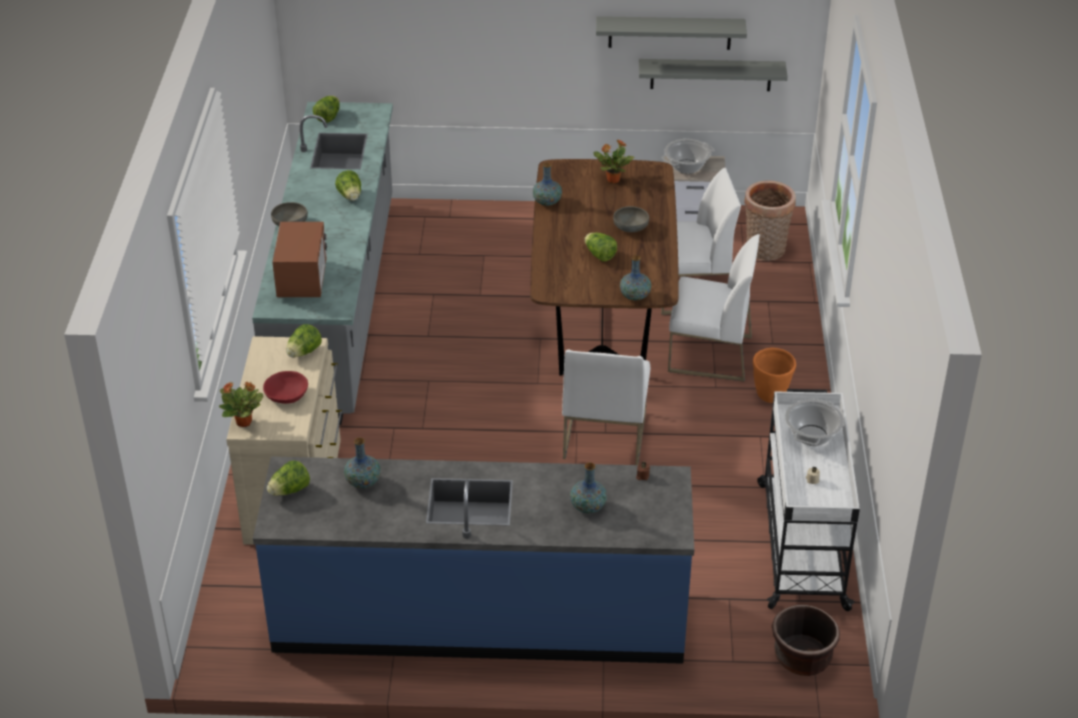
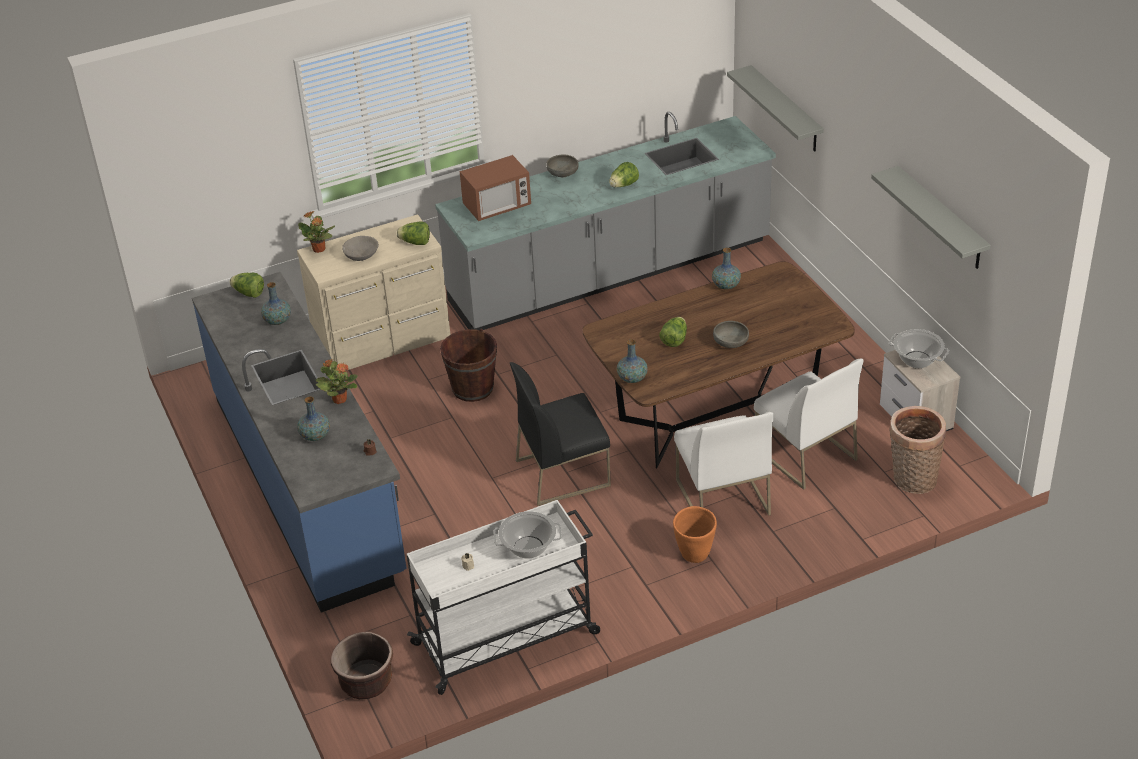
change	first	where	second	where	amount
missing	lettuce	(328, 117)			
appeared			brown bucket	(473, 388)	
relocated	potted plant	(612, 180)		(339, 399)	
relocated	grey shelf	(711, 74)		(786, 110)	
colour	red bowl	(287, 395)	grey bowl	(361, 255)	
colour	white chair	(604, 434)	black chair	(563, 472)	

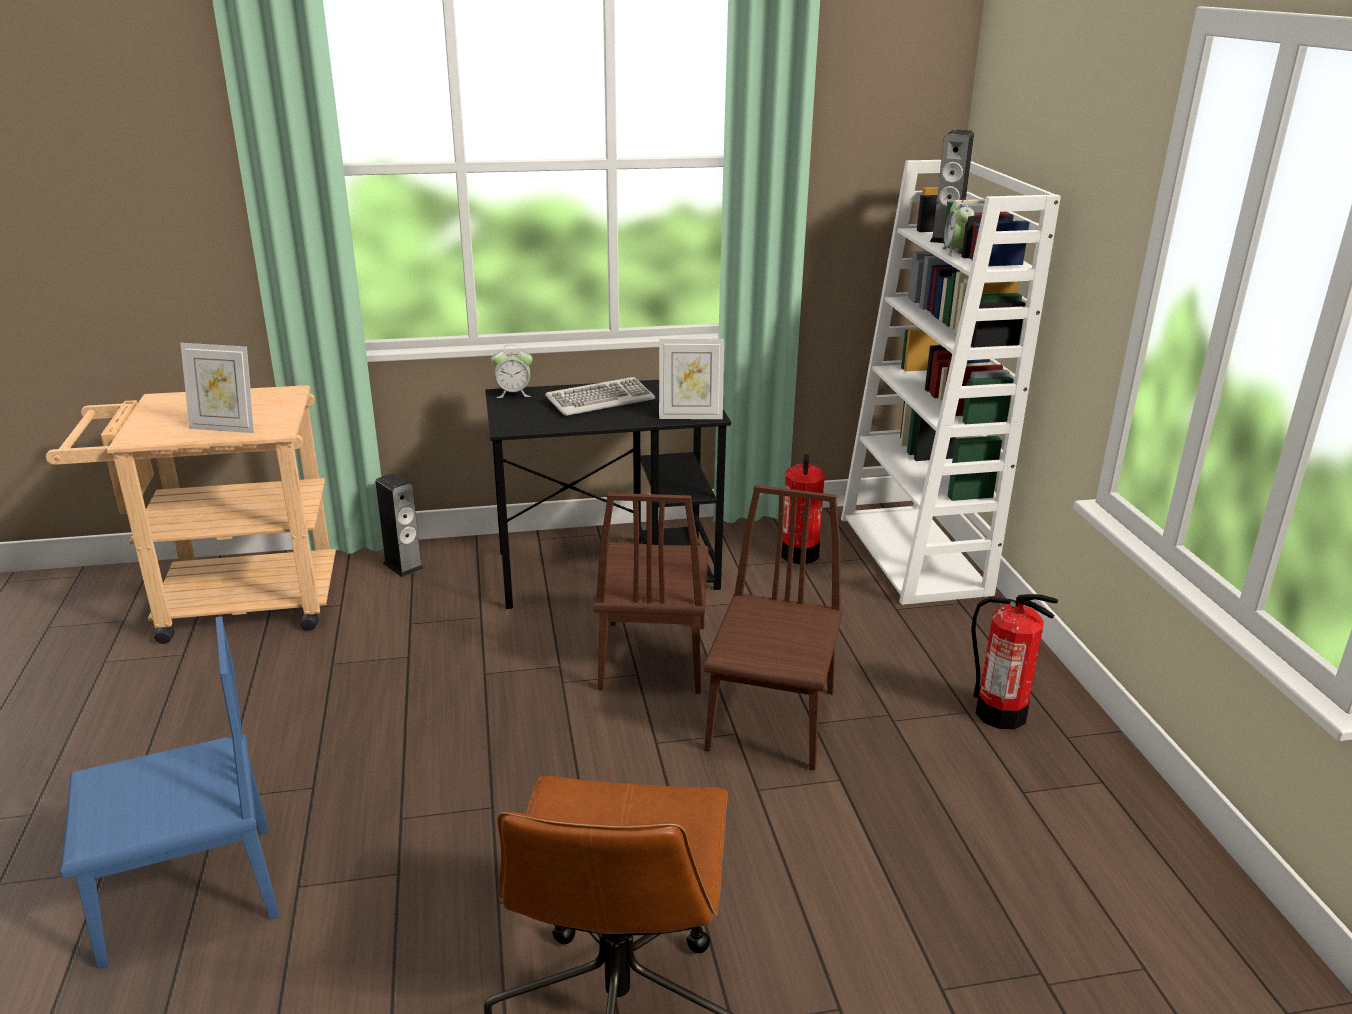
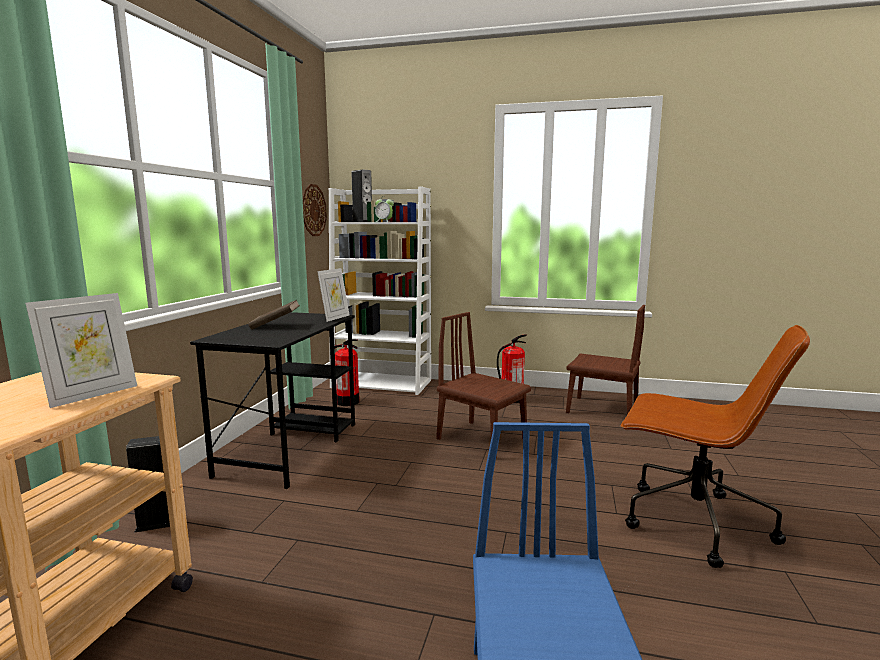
change	first	where	second	where	amount
missing	alarm clock	(513, 393)			
appeared			wall clock	(313, 210)	
relocated	brown chair	(653, 656)		(602, 409)	
exchanged	keyboard	(600, 400)	brown book	(275, 326)	

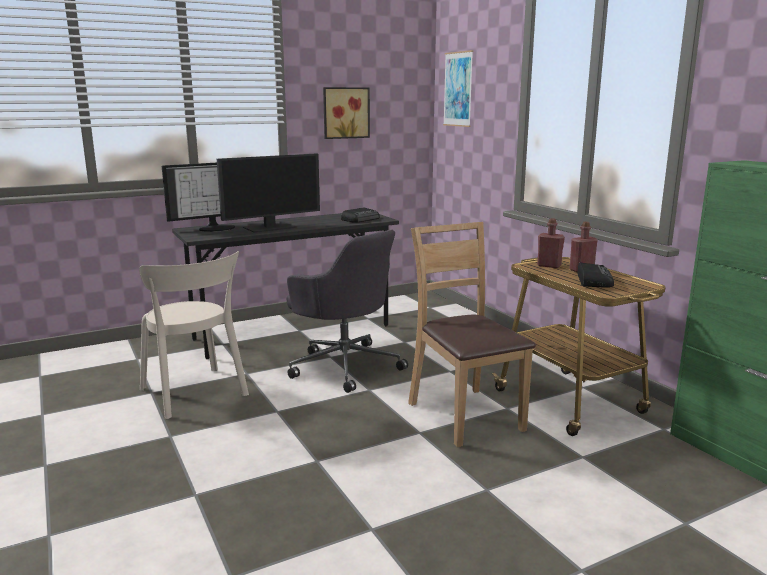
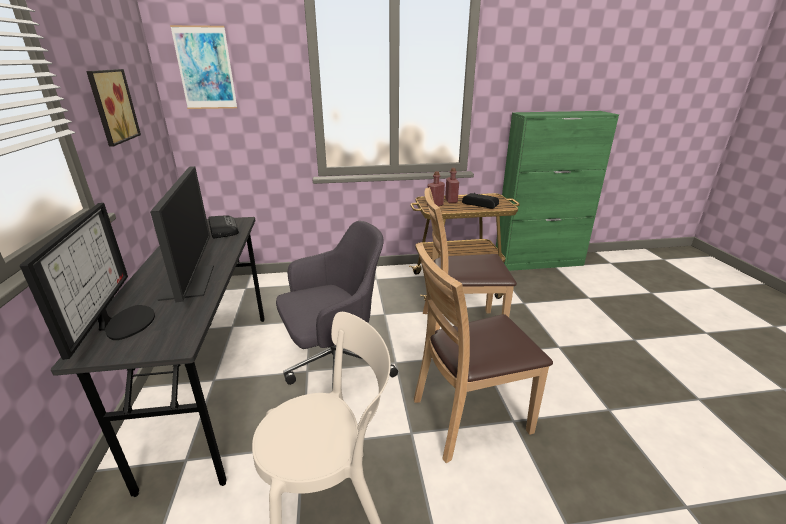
change	first	where	second	where	amount
appeared			brown chair	(469, 417)	

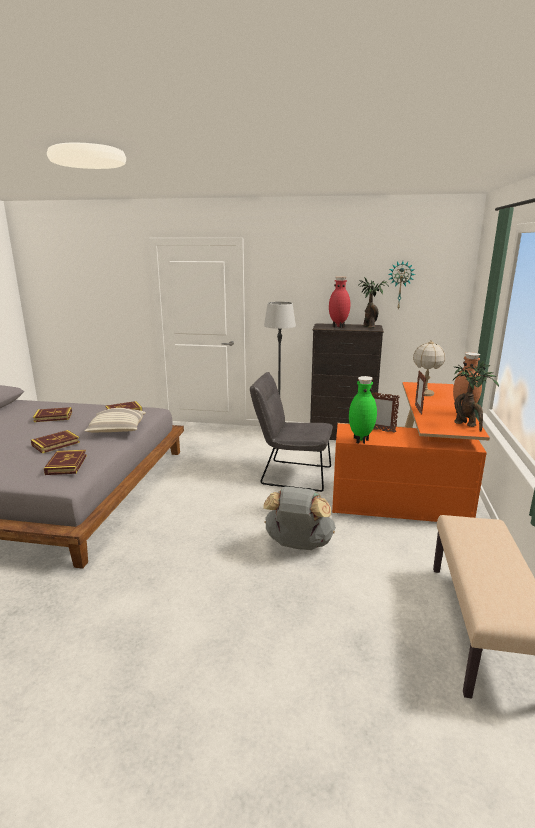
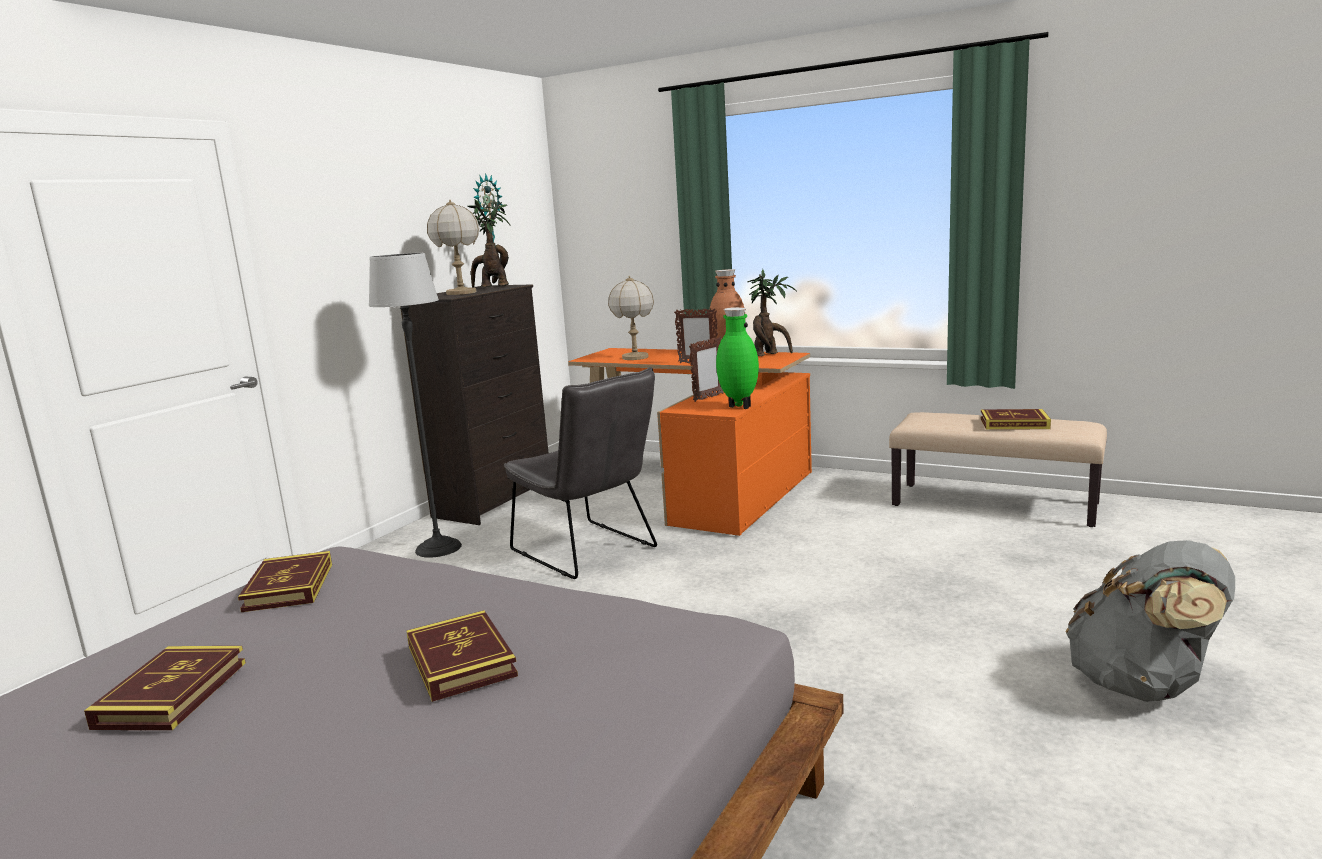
change	first	where	second	where	amount
missing	pillow	(117, 430)			
relocated	book	(66, 465)		(1014, 424)	
relocated	grey backpack	(298, 545)		(1144, 685)	
exchanged	red vase	(338, 327)	table lamp	(461, 293)	
spun	grey chair	(291, 475)		(589, 552)	75 degrees counterclockwise

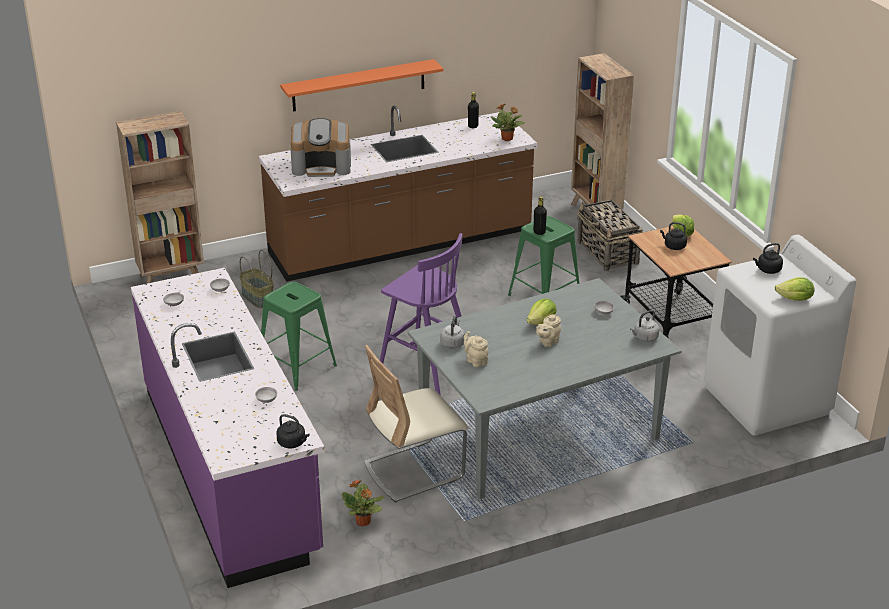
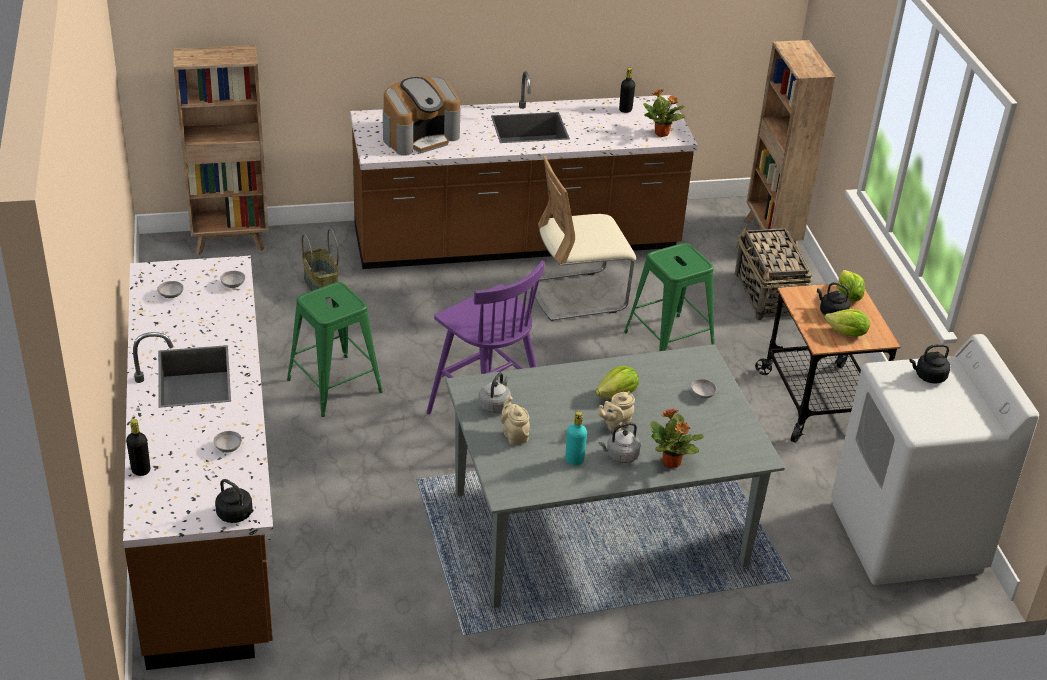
change	first	where	second	where	amount
missing	orange shelf	(359, 85)			
appeared			turquoise bottle	(574, 460)	
relocated	potted plant	(363, 522)		(671, 463)	
relocated	beige chair	(414, 470)		(578, 295)	
relocated	black bottle	(539, 232)		(141, 470)	
relocated	grey kettle	(644, 338)		(620, 456)	
relocated	lettuce	(795, 299)		(847, 333)	
colour	purple counter	(231, 469)	brown counter	(208, 508)	
spun	coffee machine	(322, 166)		(420, 137)	45 degrees counterclockwise

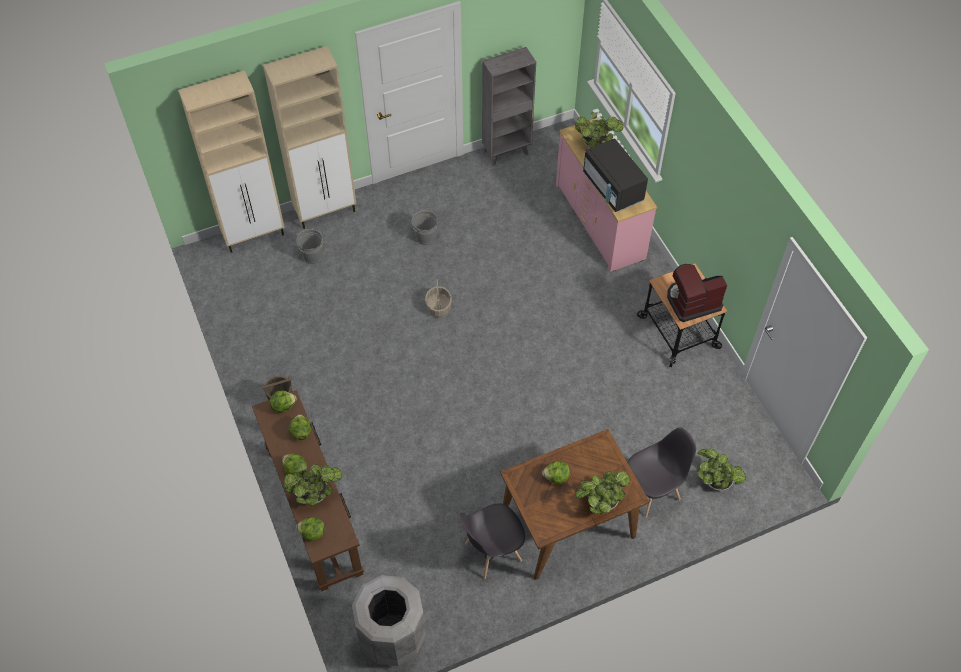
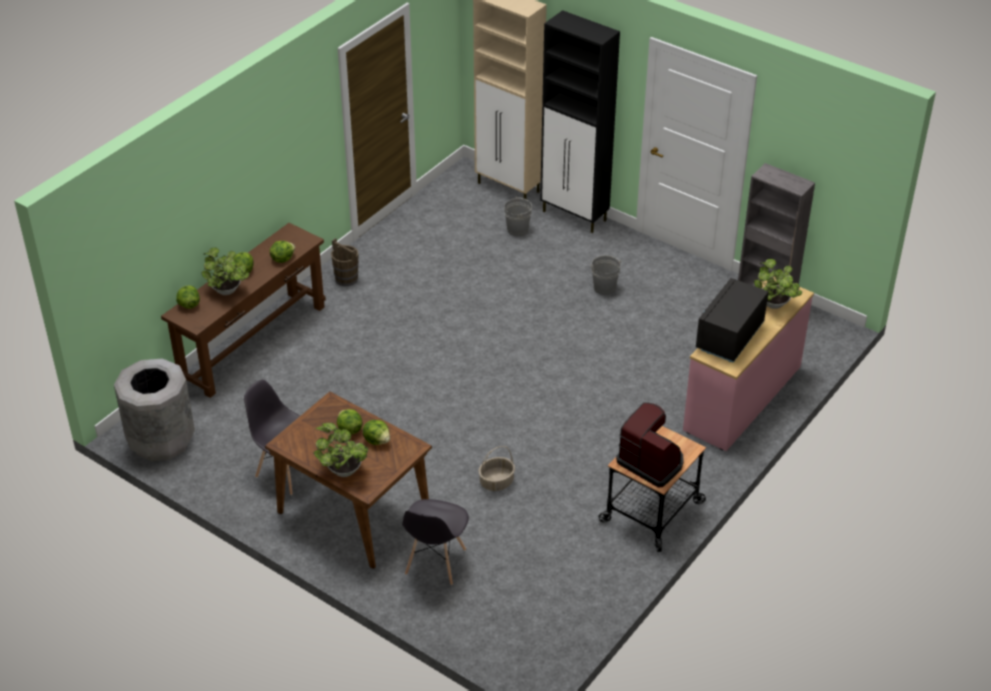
change	first	where	second	where	amount
missing	potted plant	(715, 481)			
relocated	lettuce	(283, 406)		(377, 440)	
relocated	basket	(439, 307)		(496, 482)	
colour	beige cabinet	(326, 211)	black cabinet	(575, 216)	
spun	grey chair	(652, 492)		(435, 562)	75 degrees clockwise

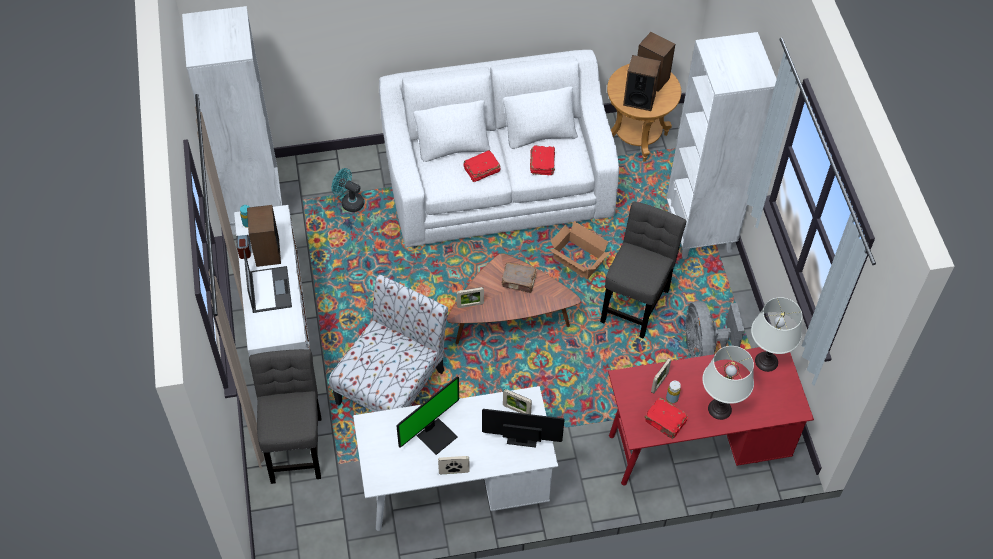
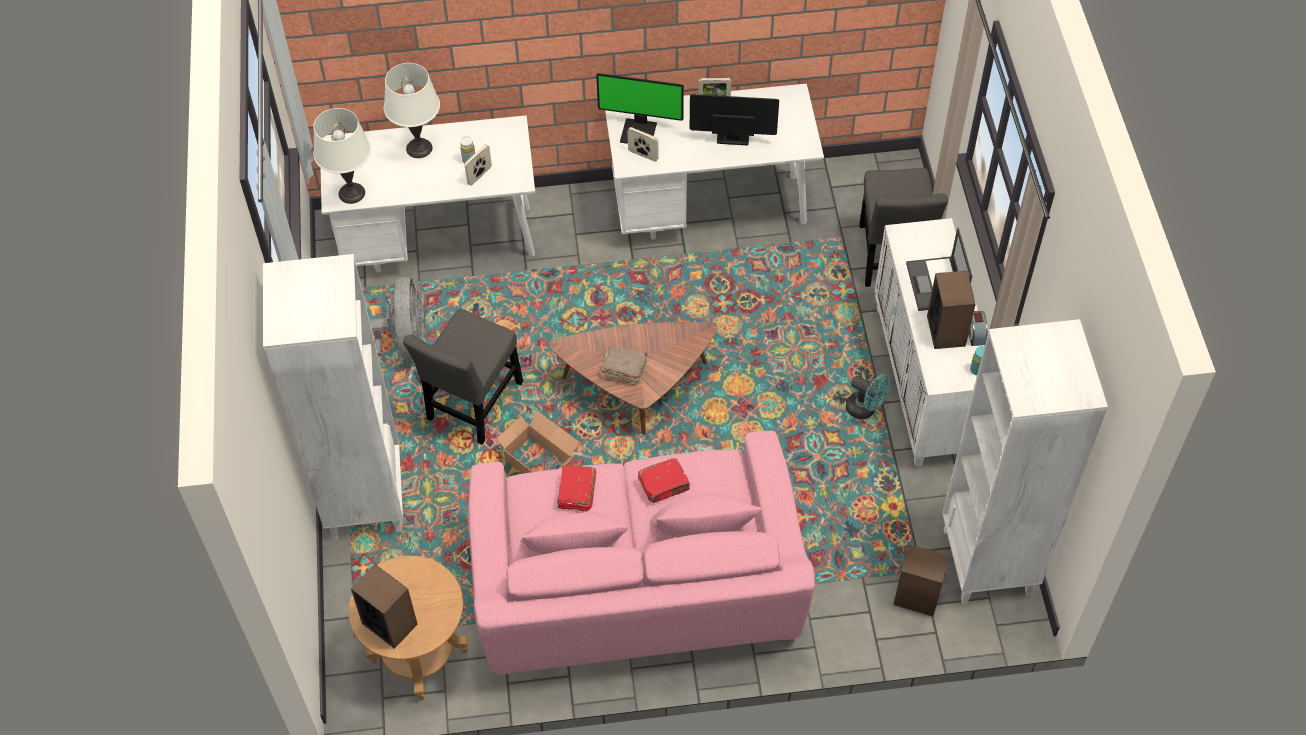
change	first	where	second	where	amount
missing	chair	(392, 384)			
missing	picture frame	(470, 305)			
missing	red book	(665, 422)			
relocated	turquoise fan	(349, 202)		(865, 409)	
relocated	speaker	(639, 100)		(917, 597)	
colour	white sofa	(498, 182)	pink sofa	(637, 588)	
colour	red desk	(695, 447)	white desk	(439, 240)	
spun	monitor	(436, 435)		(732, 134)	45 degrees clockwise

